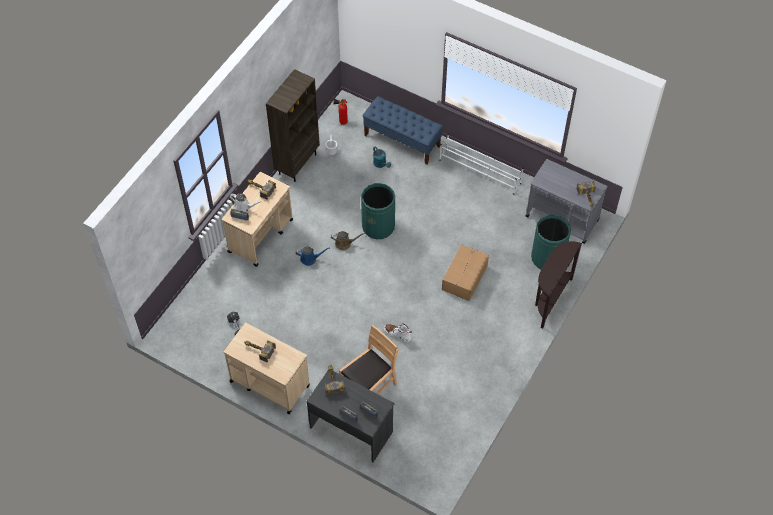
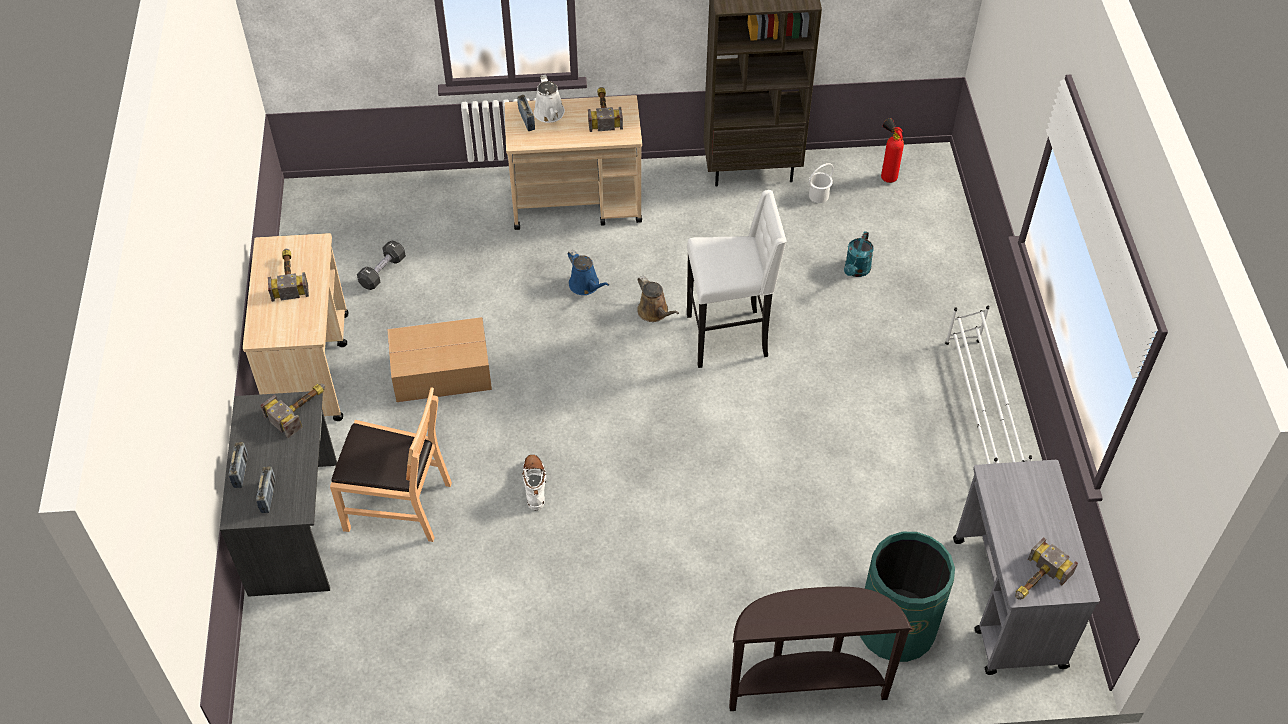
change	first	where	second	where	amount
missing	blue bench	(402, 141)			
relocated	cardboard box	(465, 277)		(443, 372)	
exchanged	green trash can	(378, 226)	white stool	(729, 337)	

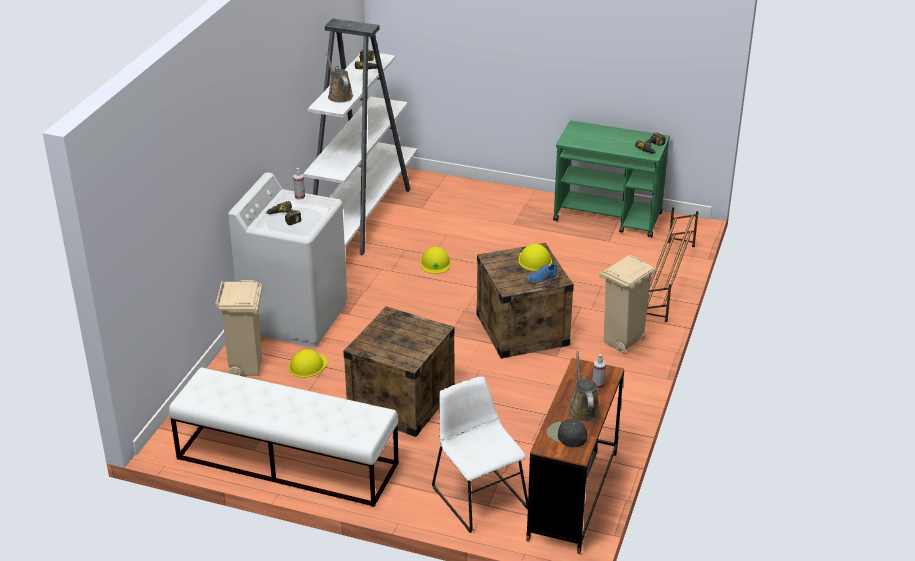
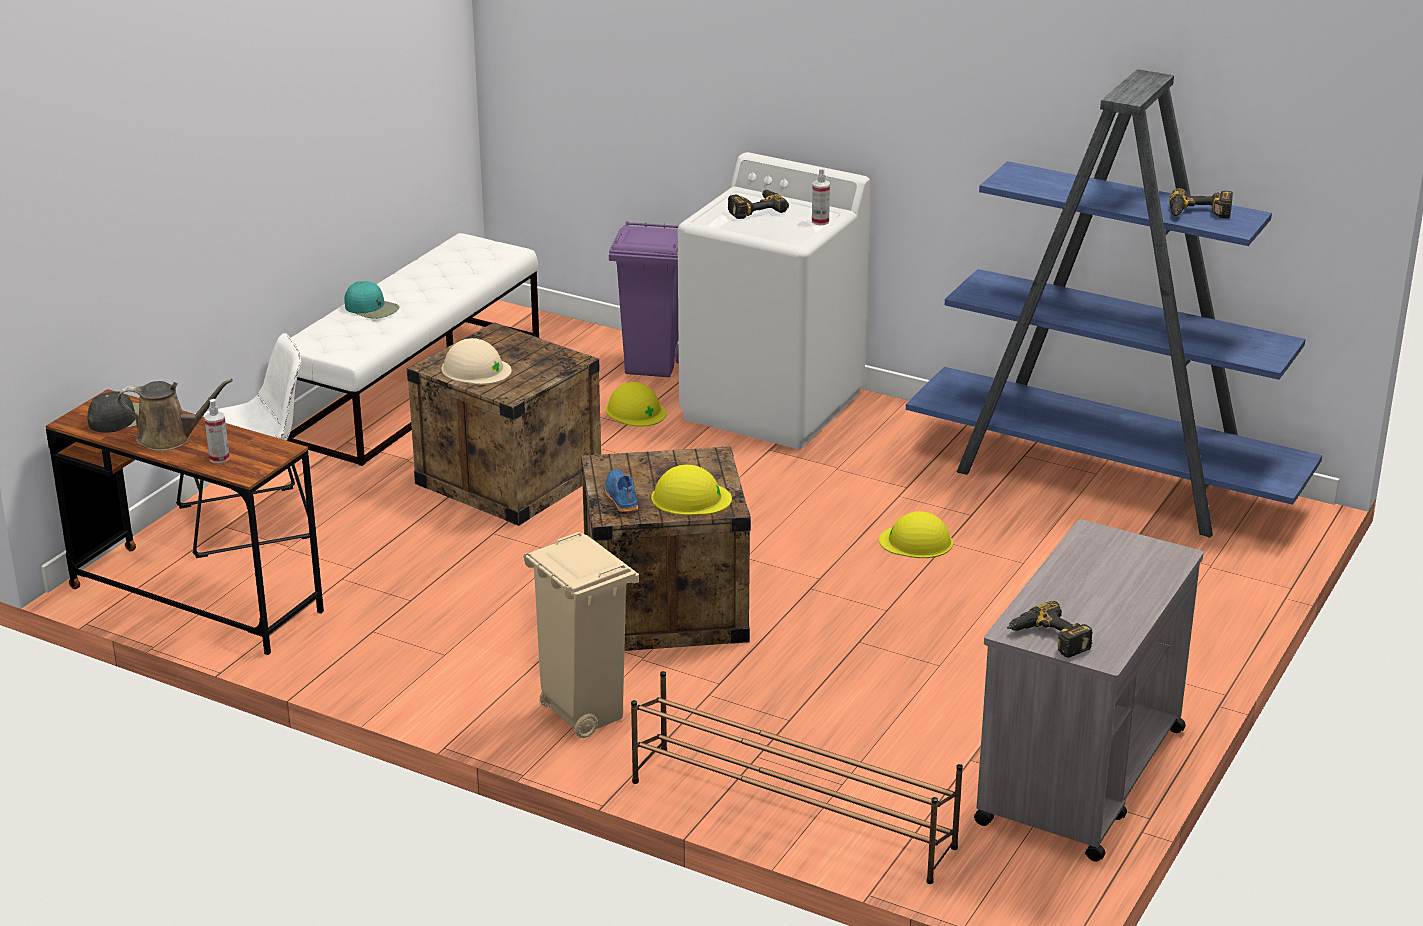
change	first	where	second	where	amount
missing	brown watering can	(339, 95)			
appeared			turquoise cap	(372, 308)	
appeared			beige hard hat	(476, 369)	
colour	beige trash can	(246, 366)	purple trash can	(652, 367)	
colour	white bookcase	(361, 215)	blue bookcase	(1106, 480)	
colour	green cart	(608, 217)	grey cart	(1080, 776)	

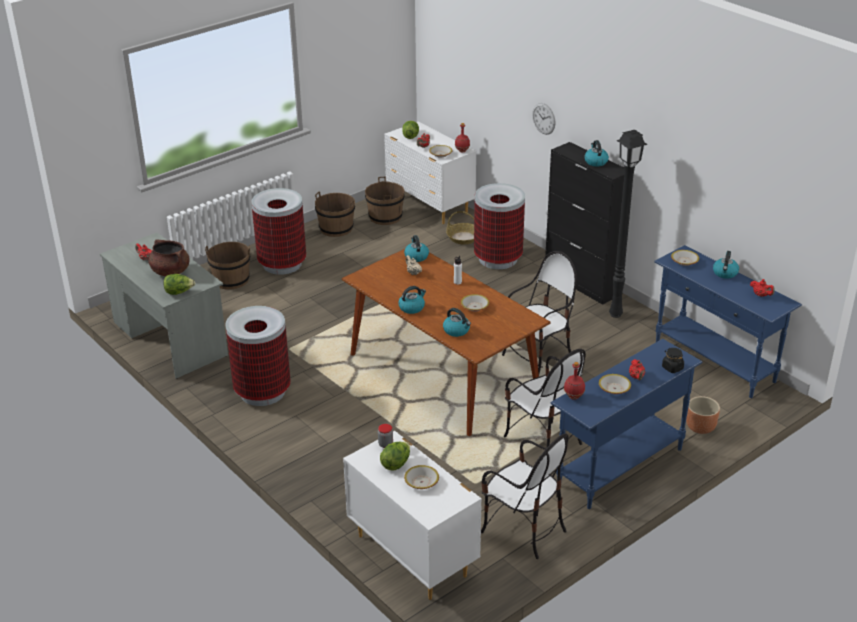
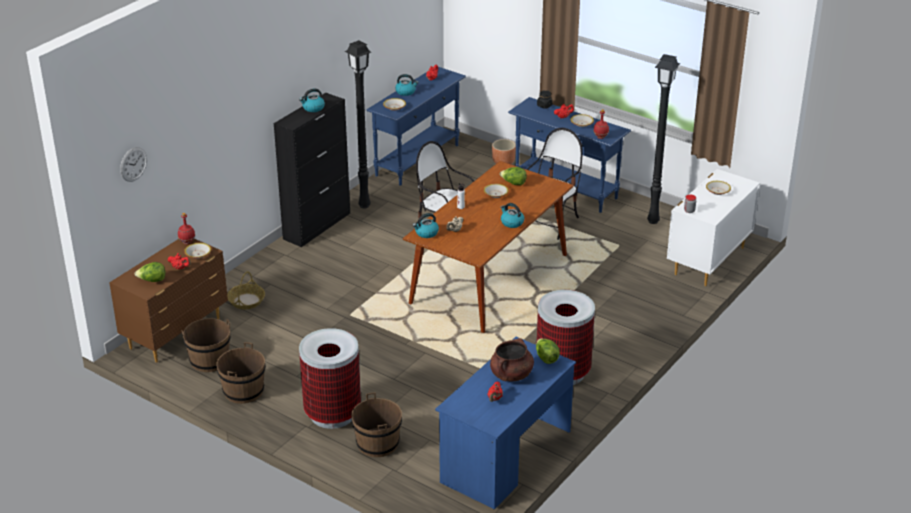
change	first	where	second	where	amount
missing	kettle	(457, 330)			
missing	trash can	(498, 259)			
relocated	lettuce	(396, 464)		(513, 183)	
relocated	wall clock	(543, 118)		(133, 164)	
exchanged	chair	(523, 530)	black floor lamp	(654, 221)	
colour	grey desk	(170, 338)	blue desk	(505, 457)	
colour	white dresser	(430, 205)	brown dresser	(176, 333)	

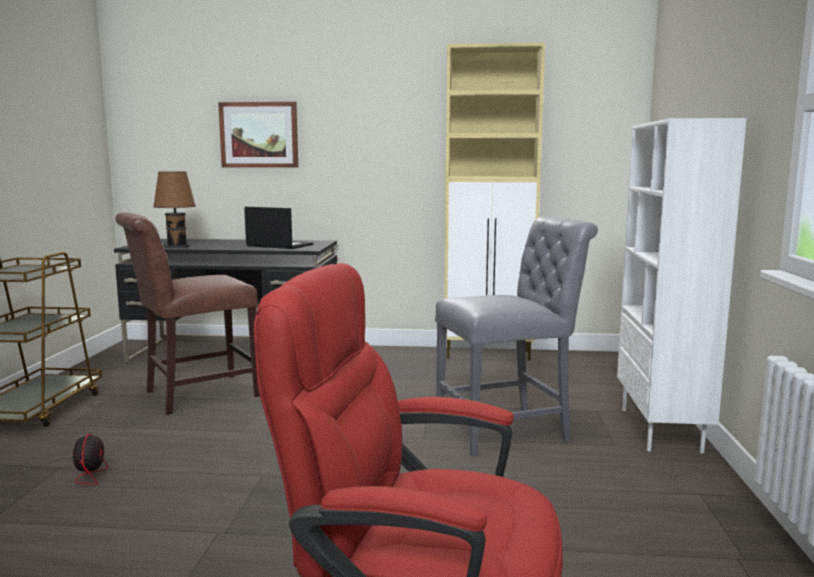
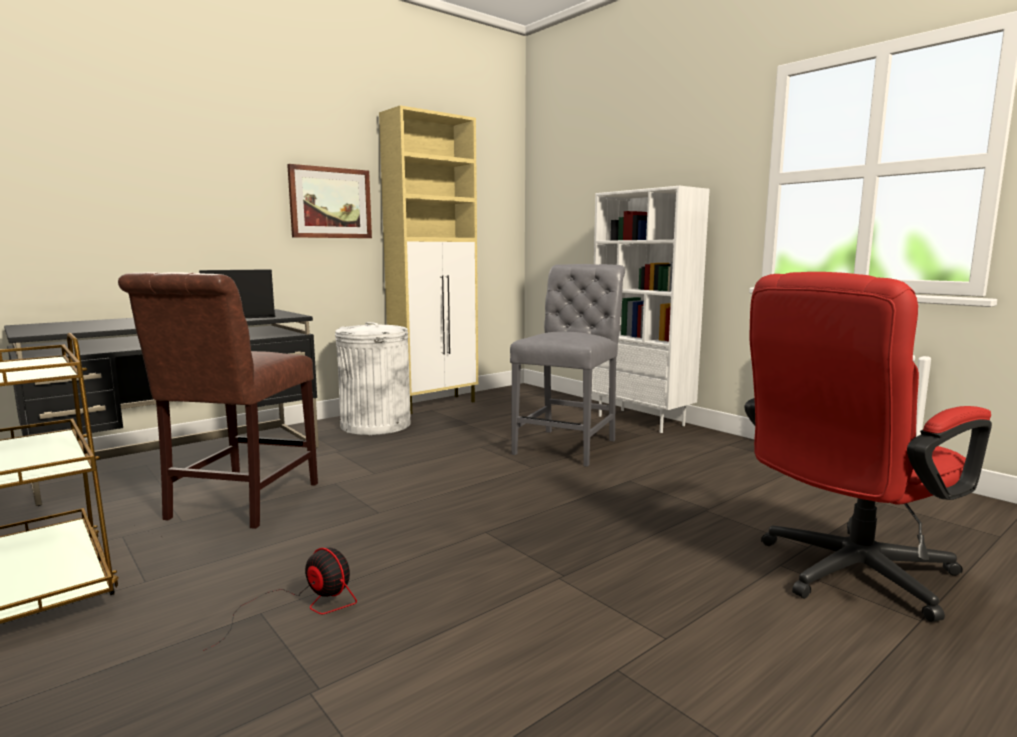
change	first	where	second	where	amount
missing	brown table lamp	(175, 246)			
appeared			white trash can	(375, 425)	
relocated	picture	(259, 135)		(330, 203)	

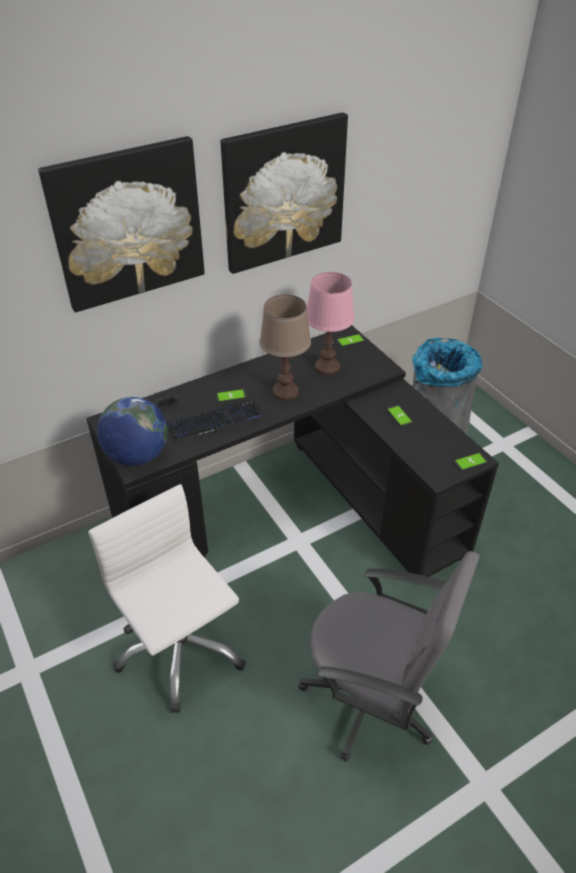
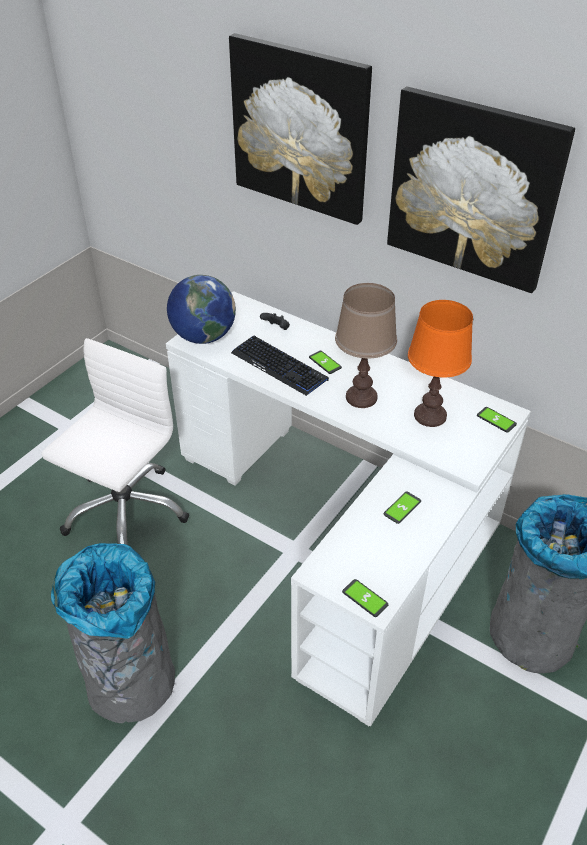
change	first	where	second	where	amount
exchanged	grey office chair	(372, 698)	grey trash can	(130, 682)	
colour	black desk	(294, 504)	white desk	(343, 529)	
colour	pink table lamp	(327, 366)	orange table lamp	(430, 415)	

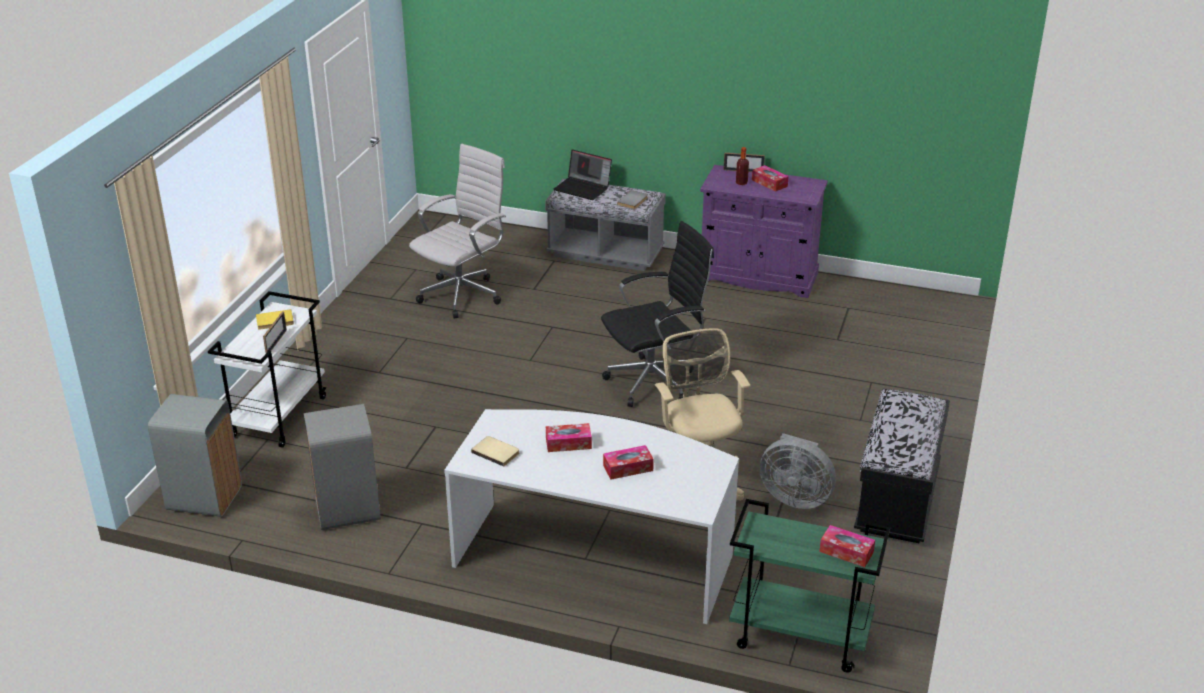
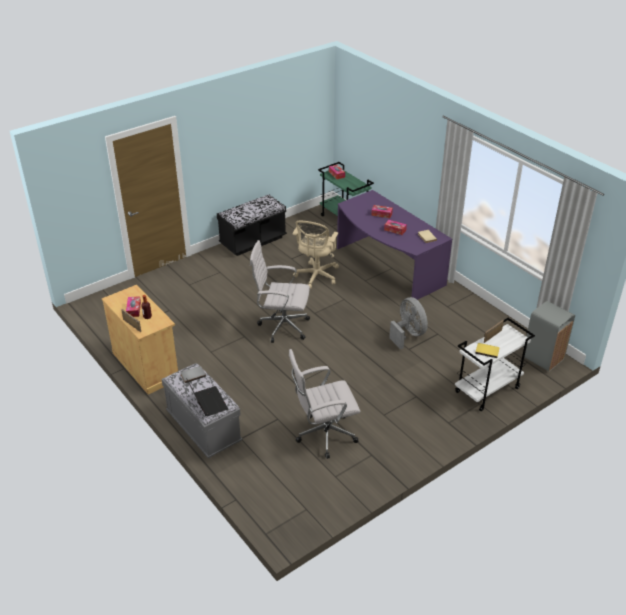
change	first	where	second	where	amount
missing	grey trash can	(347, 510)			
relocated	grey fan	(795, 497)		(408, 334)	
colour	white desk	(595, 556)	purple desk	(387, 267)	
colour	black office chair	(655, 381)	white office chair	(281, 327)	
colour	purple cabinet	(758, 276)	beige cabinet	(146, 365)	

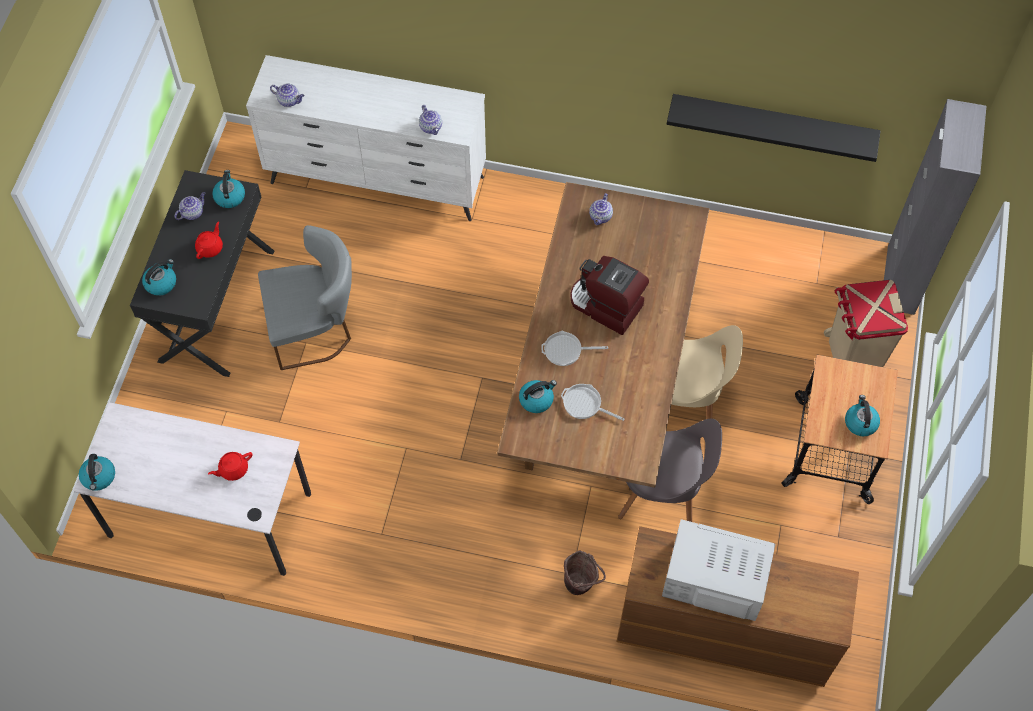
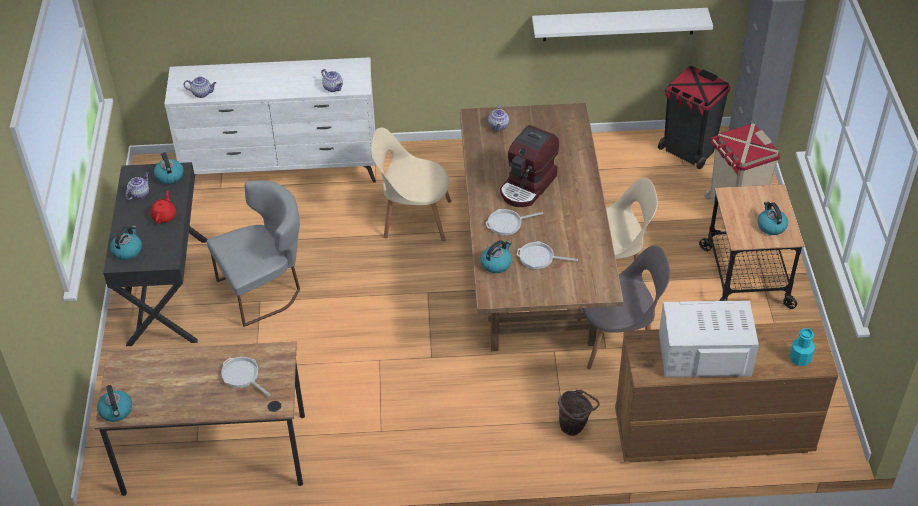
change	first	where	second	where	amount
appeared			beige chair	(413, 218)	
appeared			black trash can	(688, 151)	
appeared			turquoise bottle	(800, 358)	
exchanged	red teapot	(233, 469)	frying pan	(242, 376)	
colour	white desk	(210, 514)	brown desk	(215, 454)	
colour	black shelf	(773, 123)	white shelf	(619, 24)	
spun	coffee machine	(605, 306)		(528, 186)	75 degrees counterclockwise

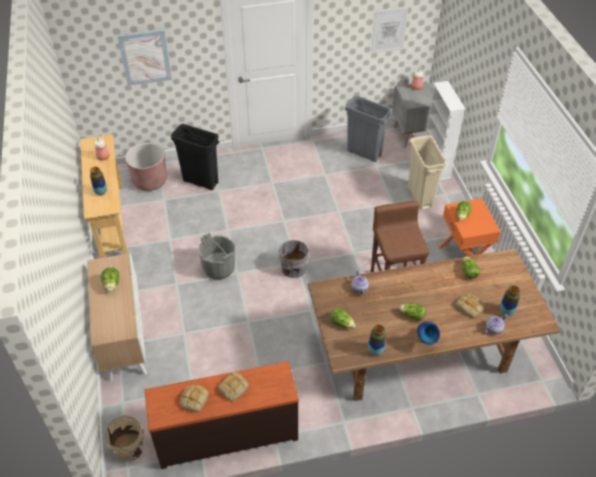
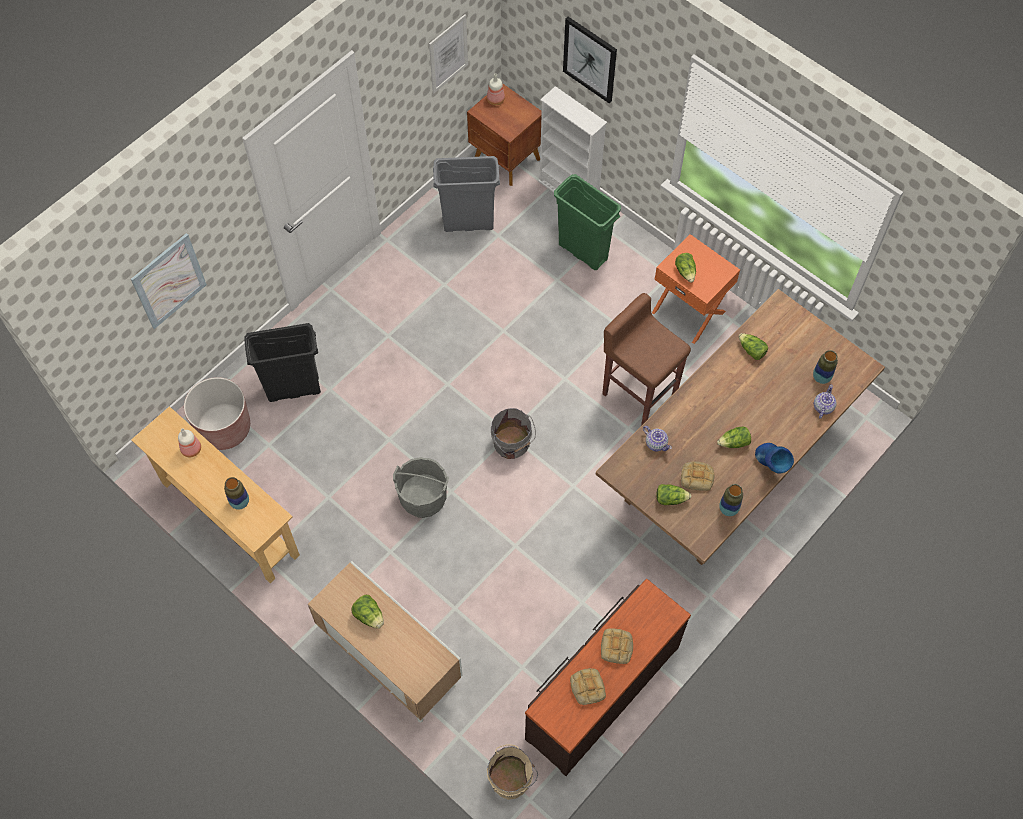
change	first	where	second	where	amount
appeared			picture	(590, 59)	
relocated	bread	(470, 307)		(697, 477)	
colour	grey nightstand	(412, 135)	brown nightstand	(507, 160)	
colour	beige trash can	(420, 197)	green trash can	(583, 252)	

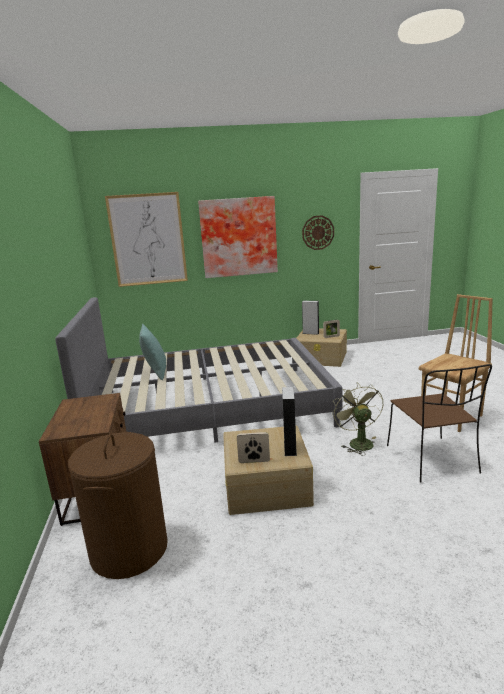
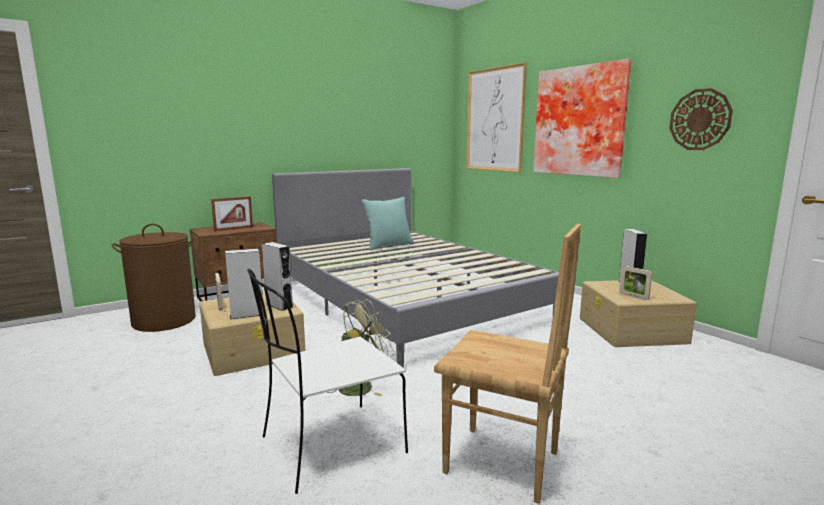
change	first	where	second	where	amount
appeared			picture frame	(233, 229)	
appeared			grey speaker	(279, 306)	
colour	brown chair	(432, 460)	white chair	(329, 446)	

